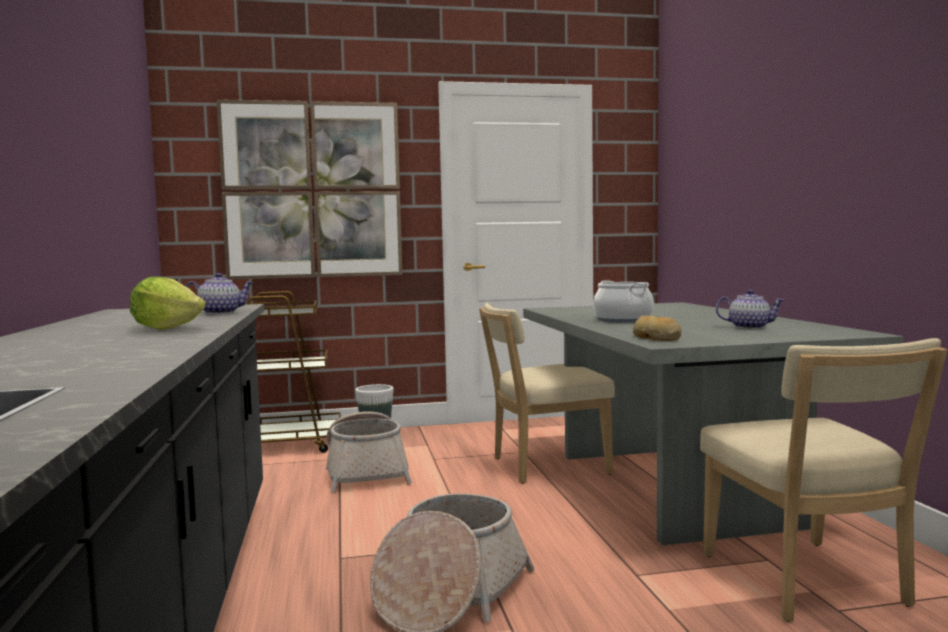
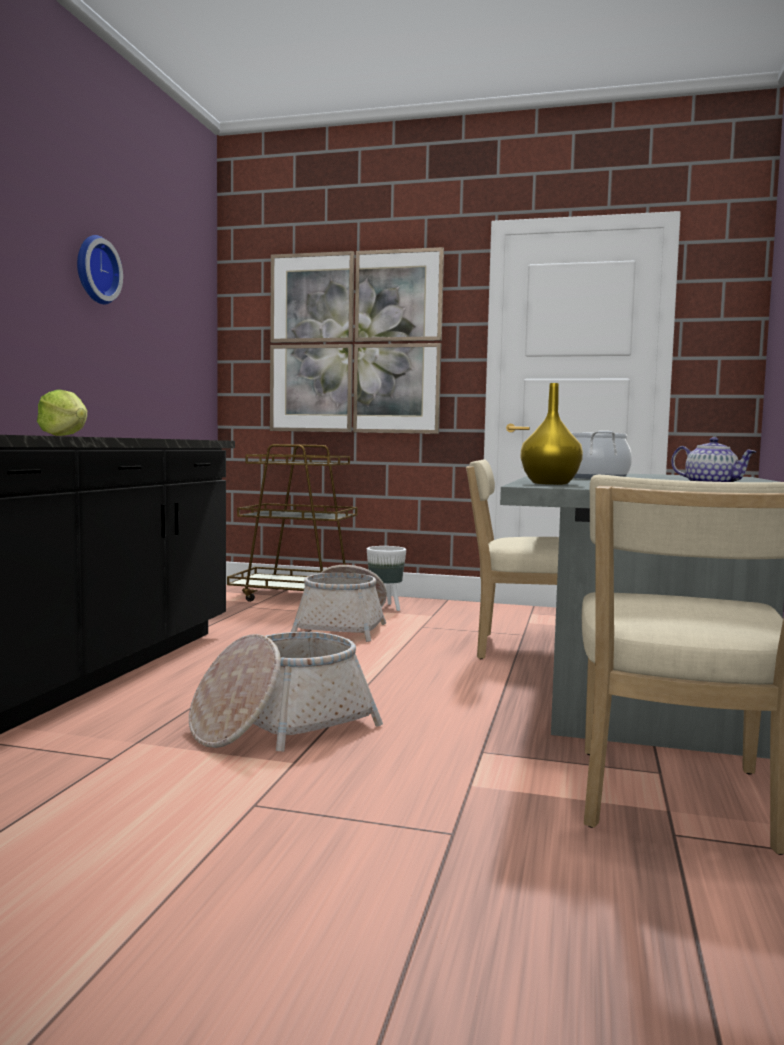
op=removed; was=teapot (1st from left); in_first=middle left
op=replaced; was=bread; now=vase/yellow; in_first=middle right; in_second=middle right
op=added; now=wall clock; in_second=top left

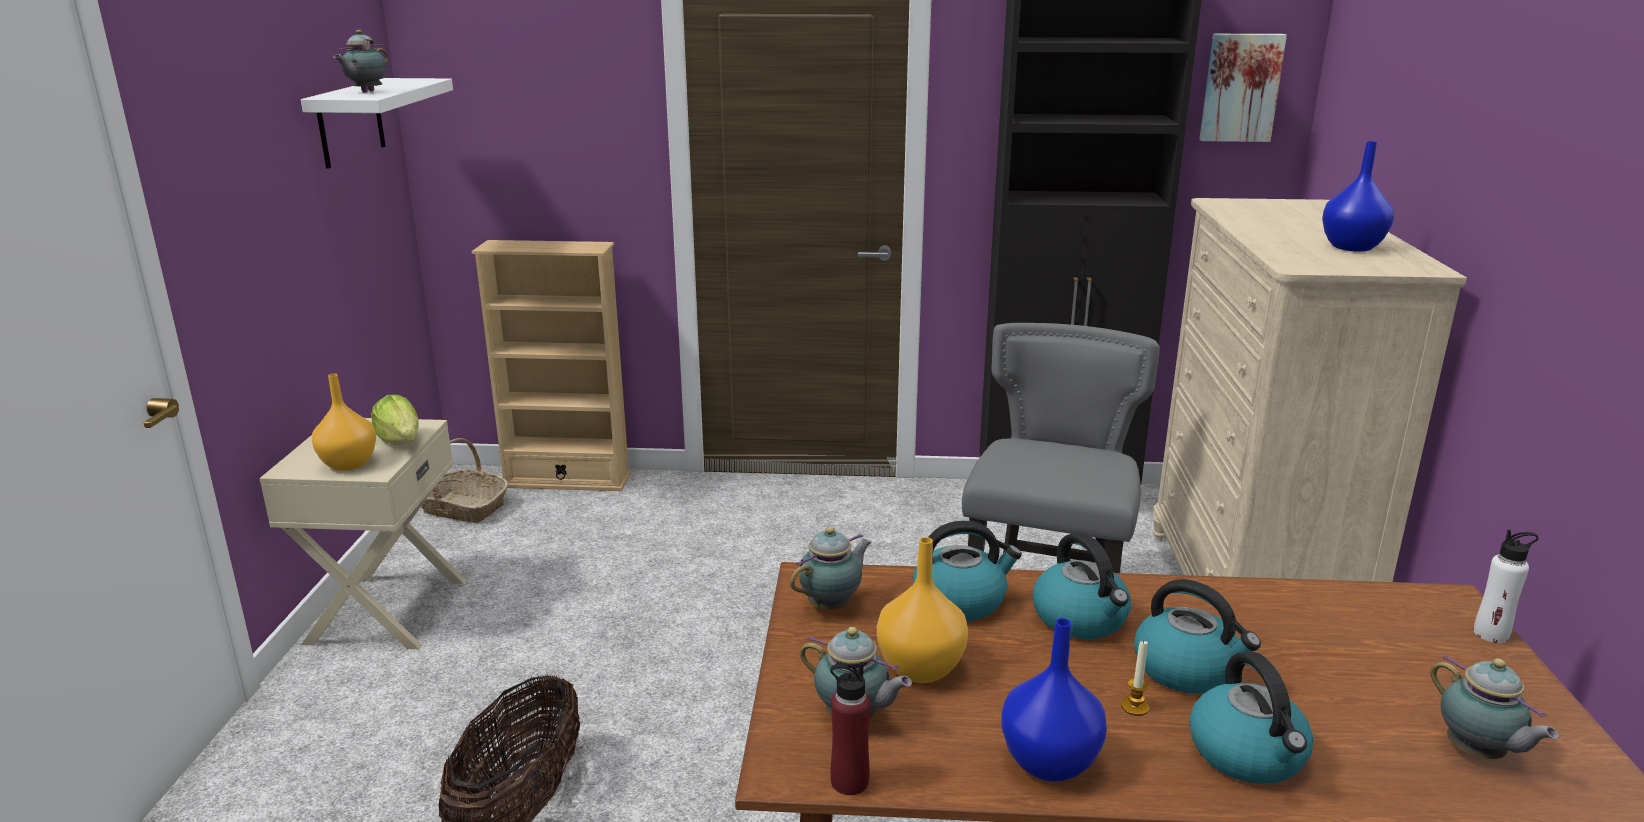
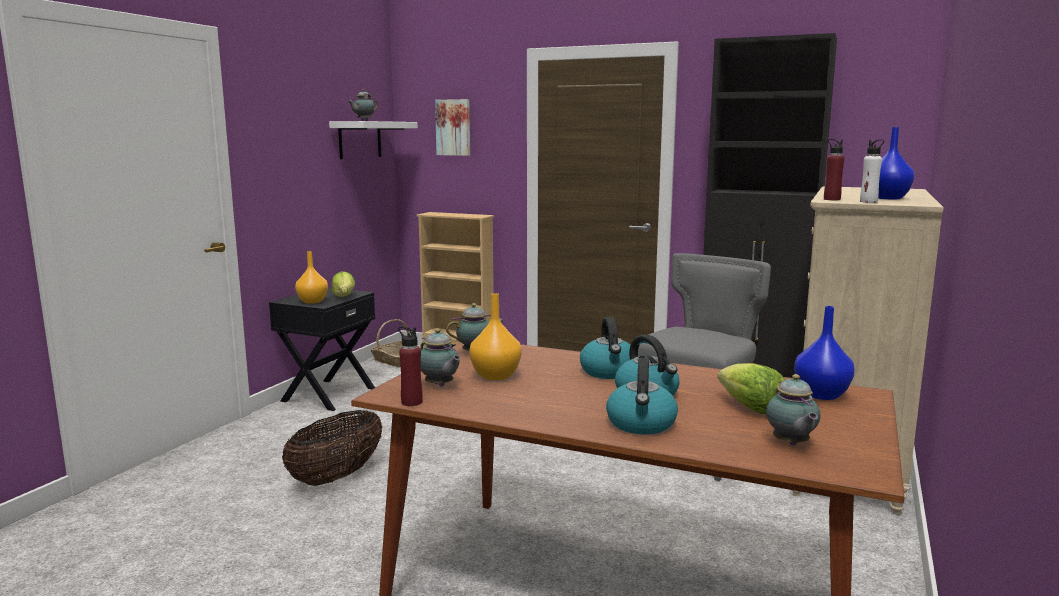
op=recoloured; was=nightstand/beige; now=nightstand/black; in_first=middle left; in_second=middle left
op=removed; was=kettle (1st from left); in_first=bottom centre
op=moved; was=vase/blue (1st from left); in_first=bottom centre; in_second=middle right
op=removed; was=candle; in_first=bottom right
op=moved; was=picture; in_first=top right; in_second=top centre
op=moved; was=bottle/white; in_first=bottom right; in_second=top right
op=added; now=lettuce (2nd from left); in_second=middle right
op=added; now=bottle/red (2nd from left); in_second=top right

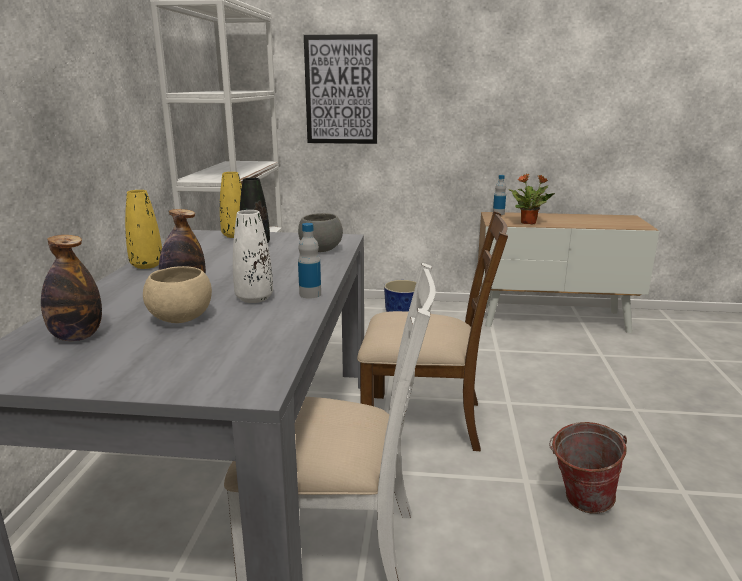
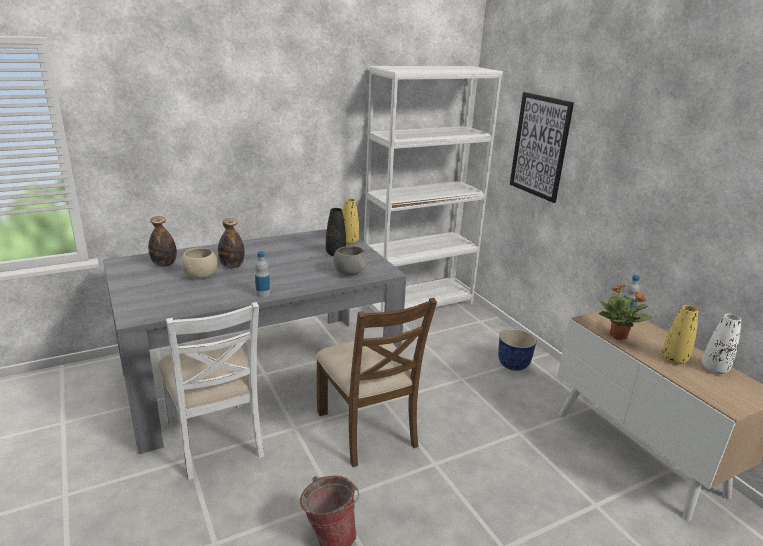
op=moved; was=vase/yellow (1st from left in the first image); now=vase/yellow (2nd from left); in_first=middle left; in_second=middle right
op=moved; was=vase/white; in_first=centre; in_second=middle right

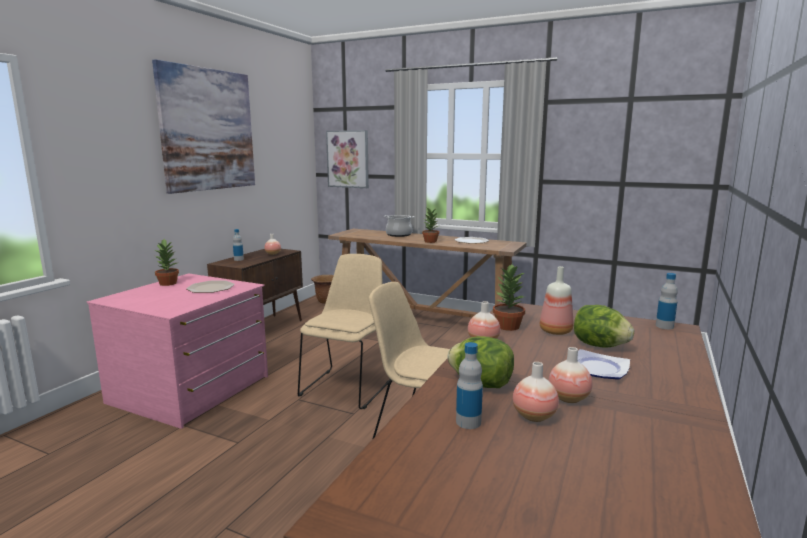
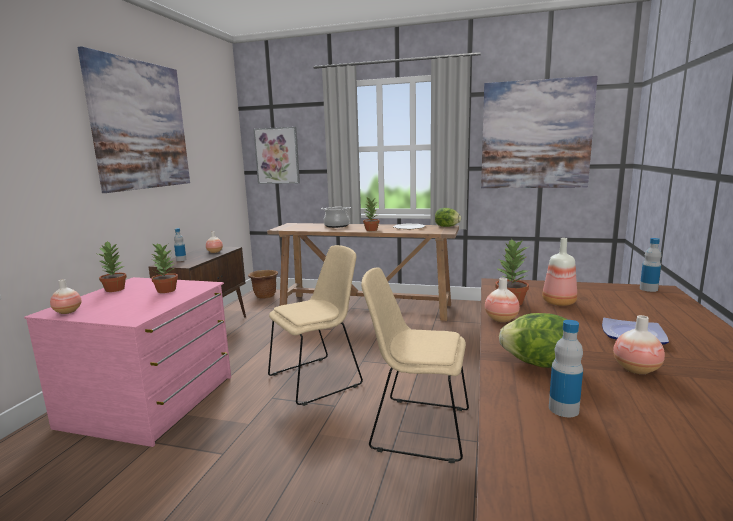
op=replaced; was=plate (1st from left); now=potted plant (2nd from left); in_first=middle left; in_second=middle left
op=turned; was=chair/beige (1st from left); in_first=centre; in_second=centre; clockwise=45
op=moved; was=vase (3rd from left in the first image); now=vase (1st from left); in_first=bottom centre; in_second=middle left
op=moved; was=lettuce (2nd from left in the first image); now=lettuce (1st from left); in_first=middle right; in_second=centre
op=added; now=picture (3rd from left); in_second=top right

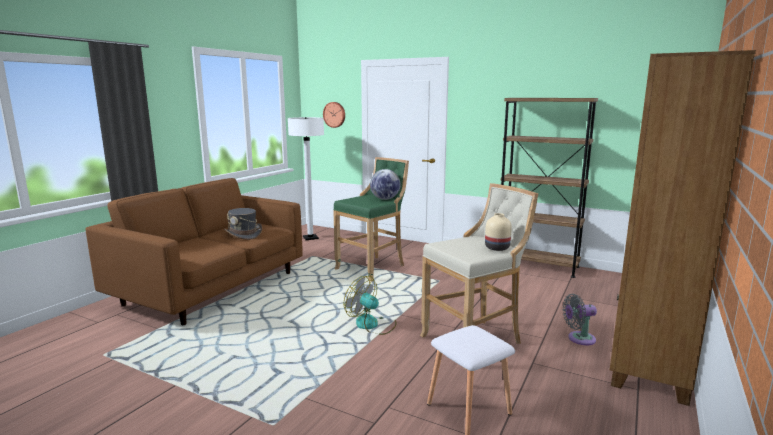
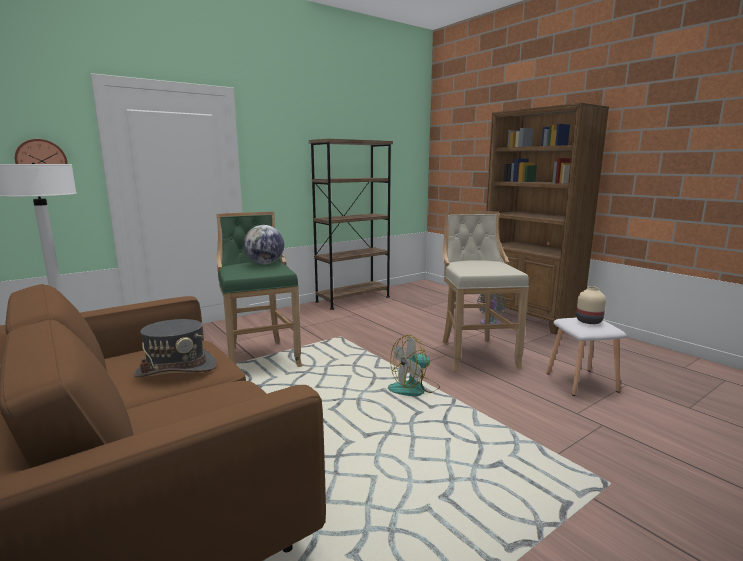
op=moved; was=vase/beige; in_first=centre; in_second=middle right

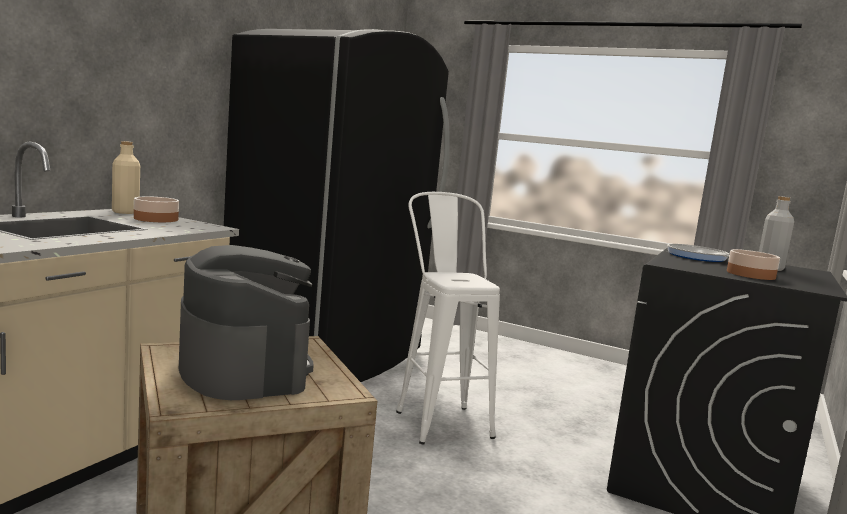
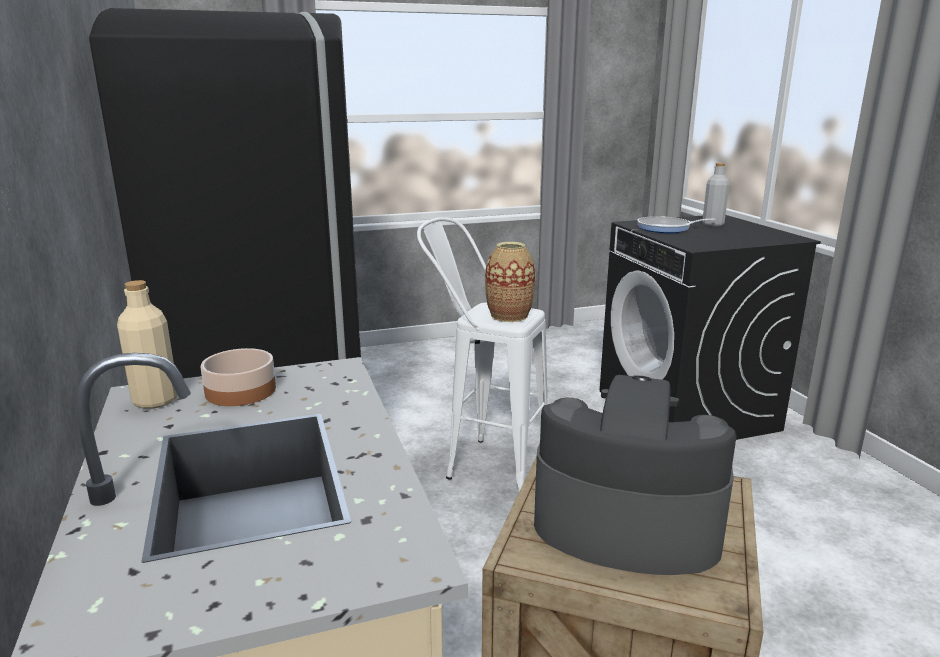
op=removed; was=bowl (2nd from left); in_first=middle right
op=added; now=vase; in_second=centre

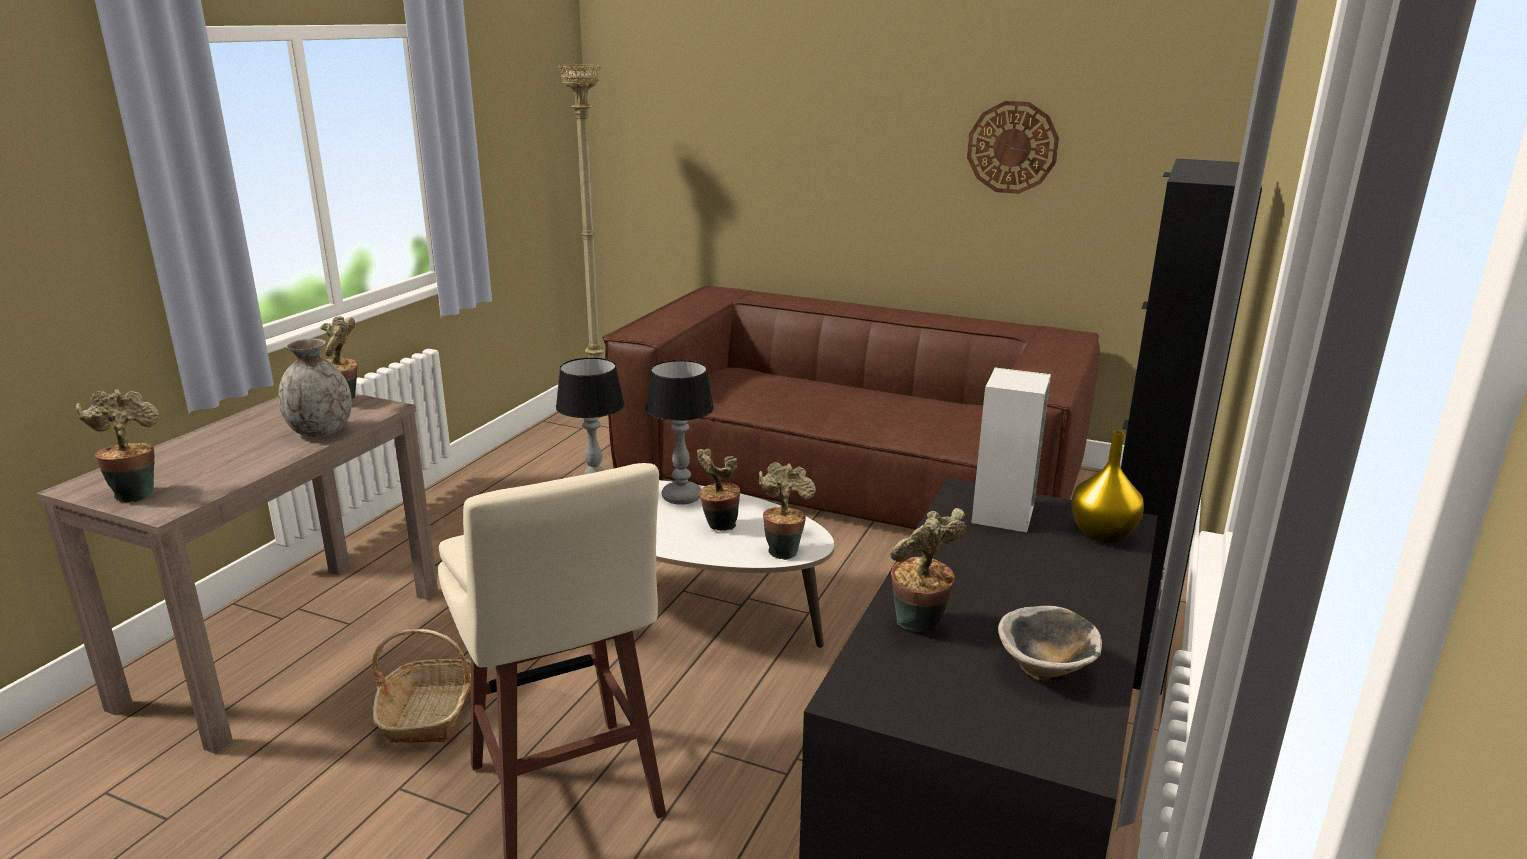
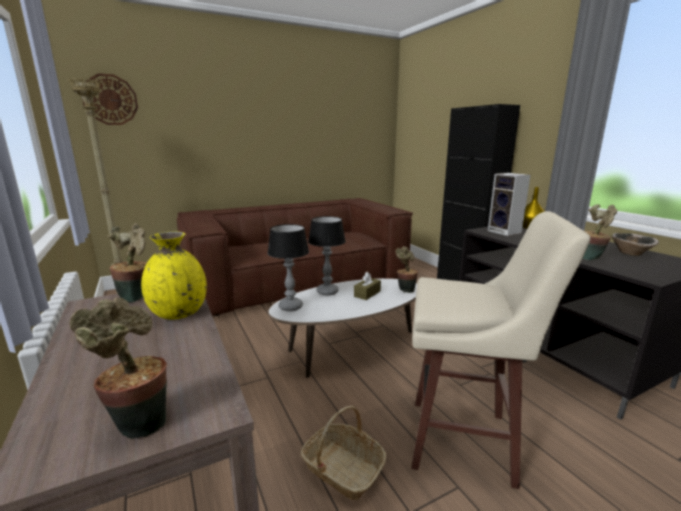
op=recoloured; was=vase/grey; now=vase/yellow (1st from left); in_first=middle left; in_second=middle left
op=replaced; was=potted plant (3rd from left); now=tissue box/brown; in_first=centre; in_second=centre
op=moved; was=wall clock; in_first=top centre; in_second=top left

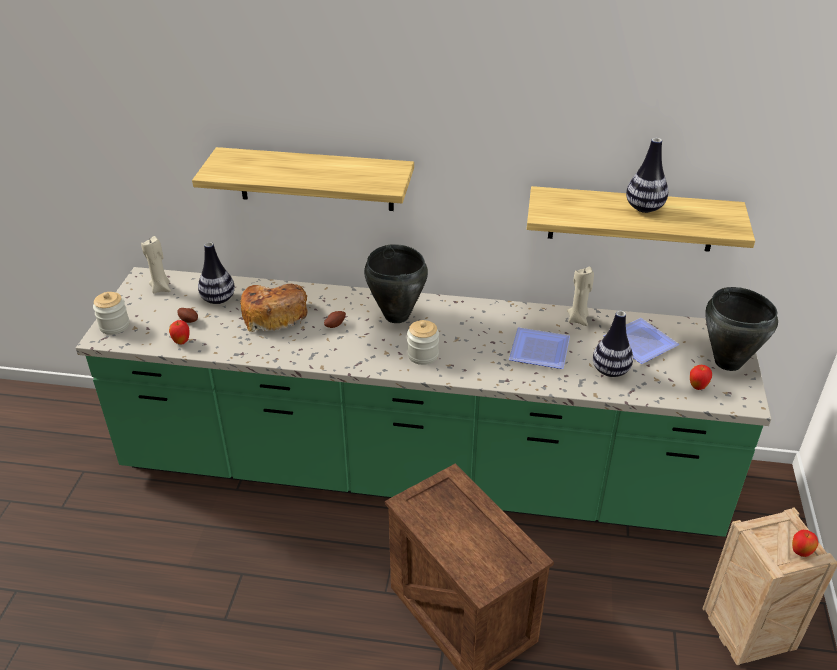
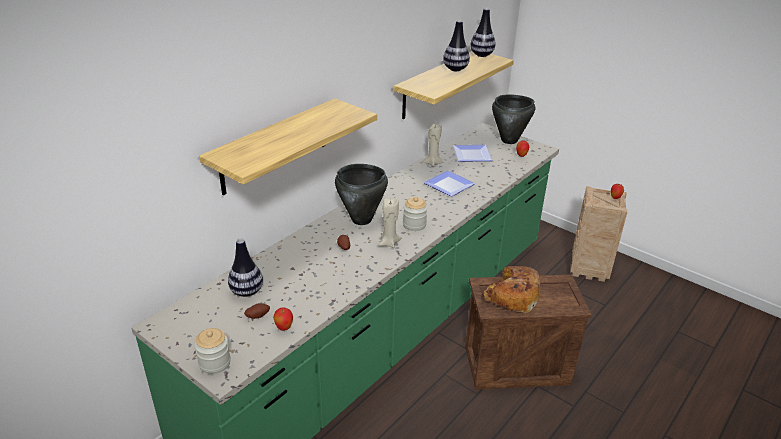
op=moved; was=candle/beige (1st from left); in_first=middle left; in_second=centre
op=moved; was=bread; in_first=middle left; in_second=centre
op=moved; was=vase (2nd from left in the first image); now=vase (3rd from left); in_first=middle right; in_second=top centre

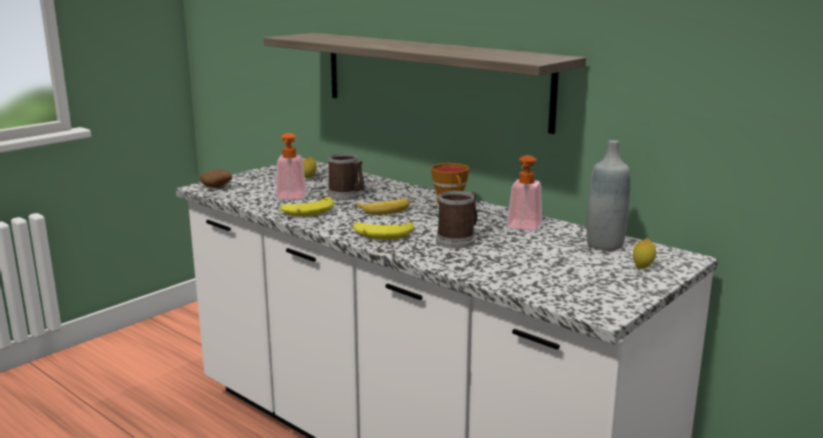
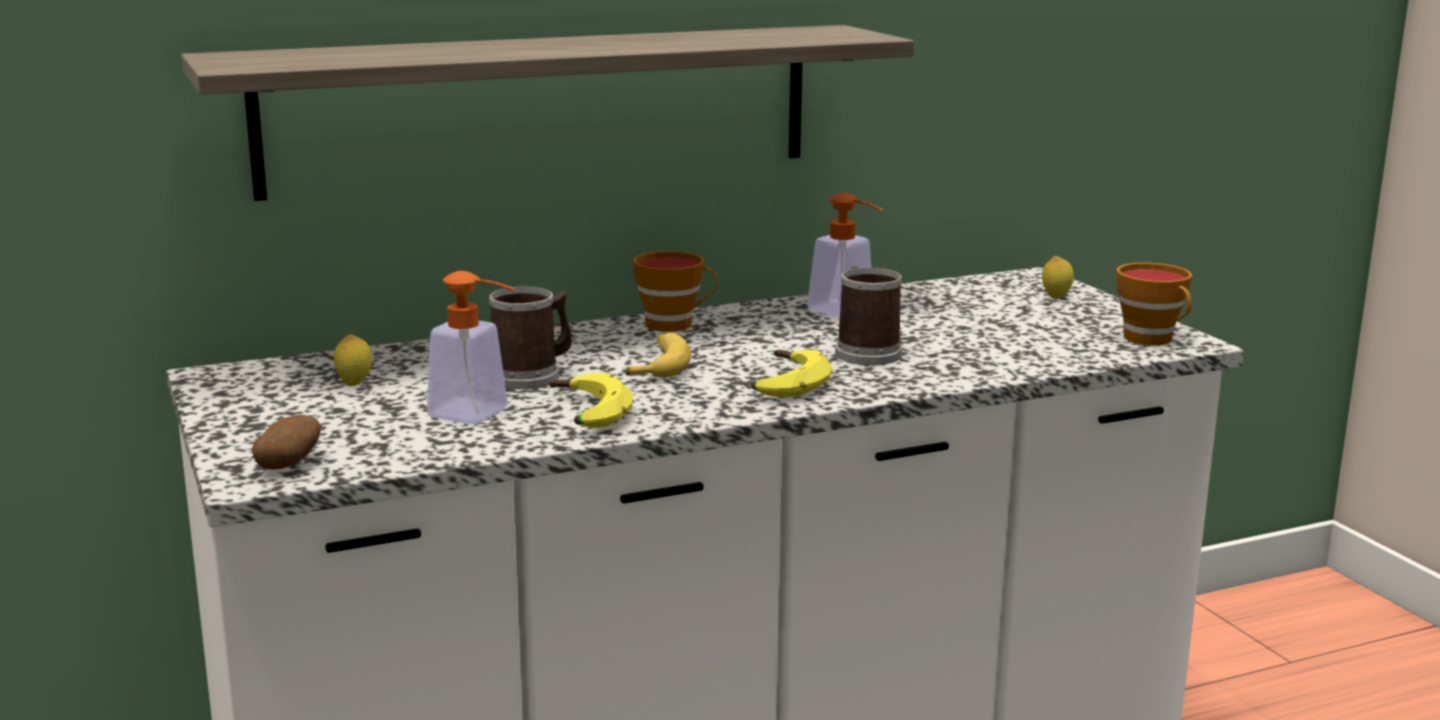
op=removed; was=bottle/grey; in_first=middle right
op=added; now=cup (2nd from left); in_second=middle right

